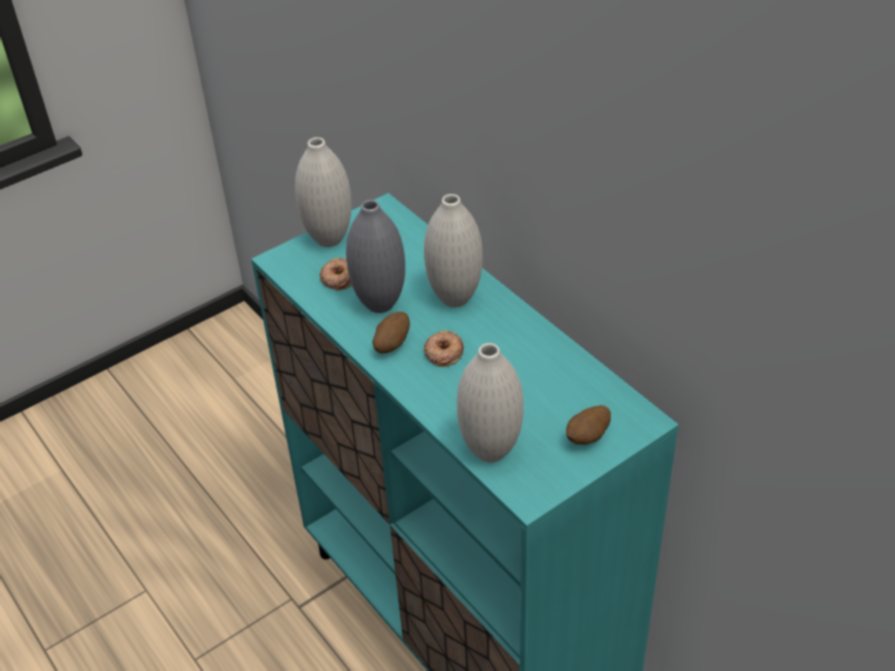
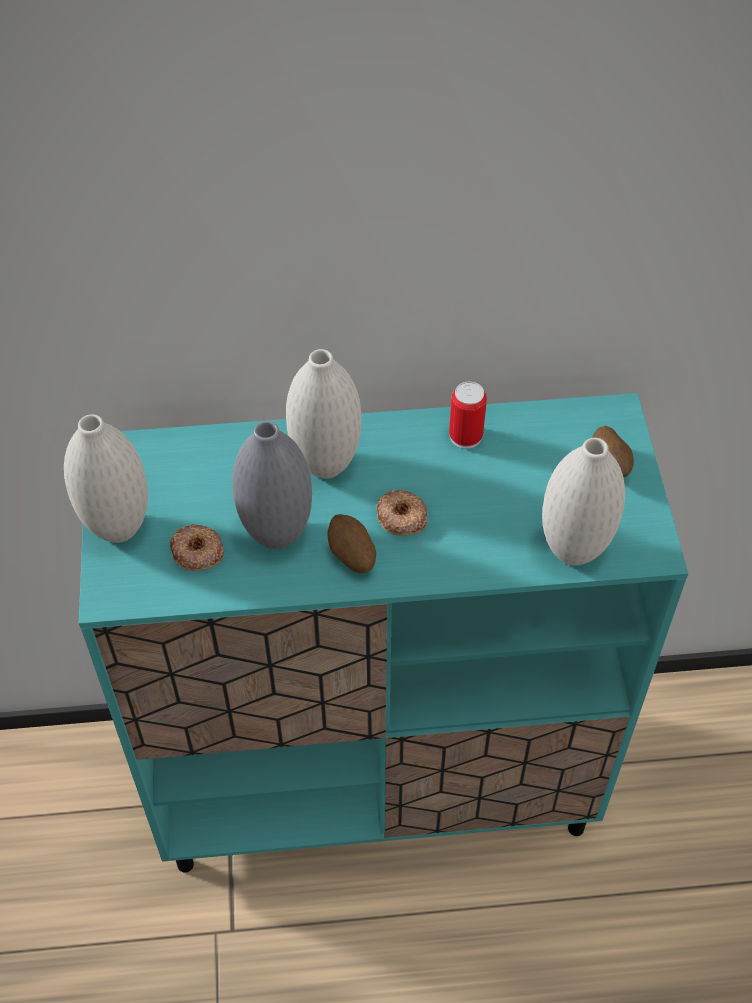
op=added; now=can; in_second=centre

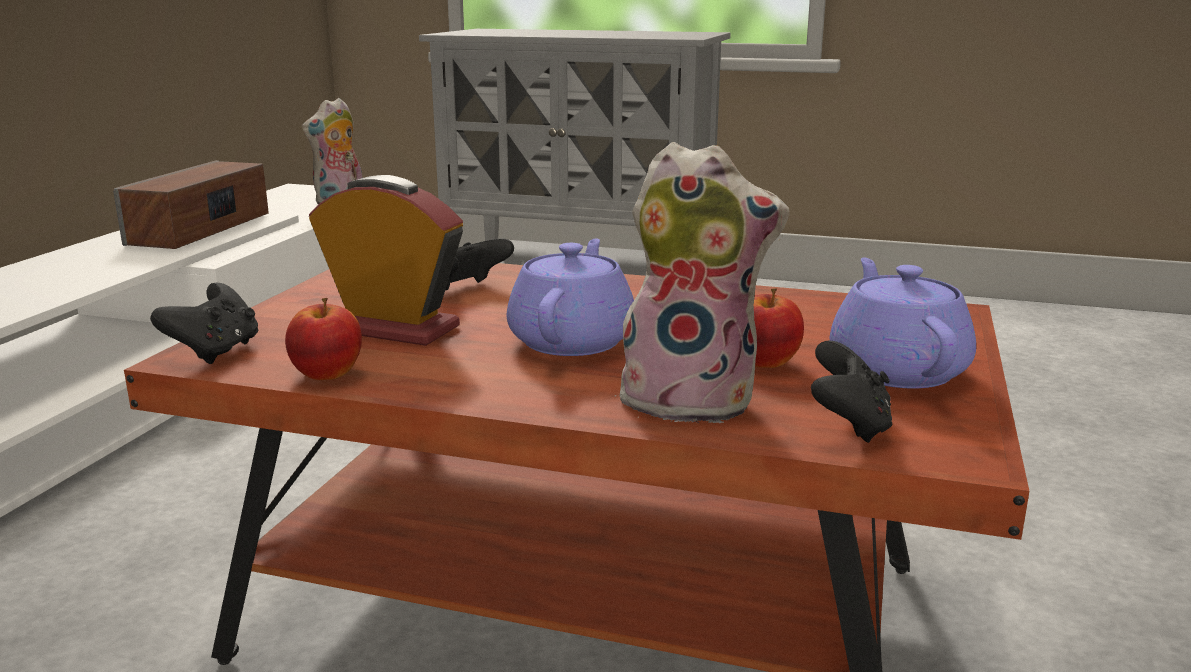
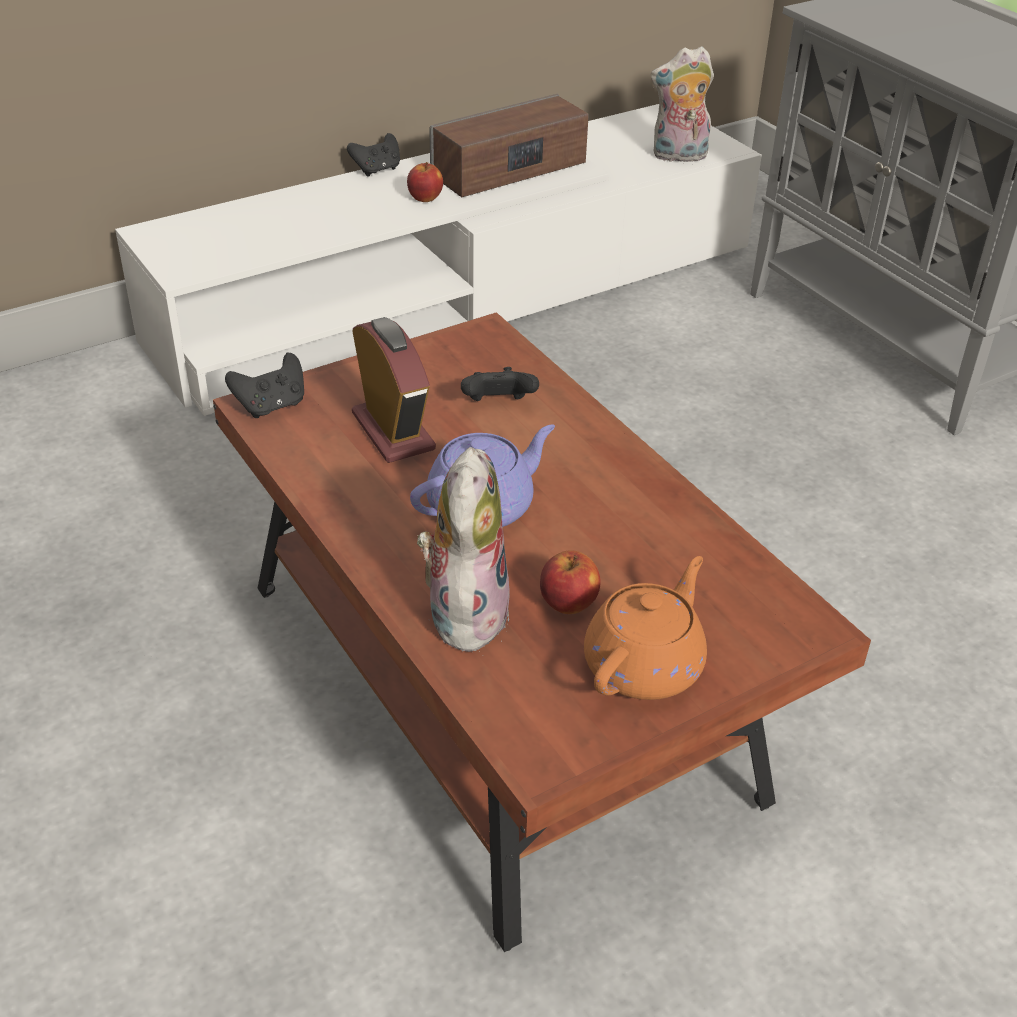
op=moved; was=apple (1st from left); in_first=middle left; in_second=top centre
op=turned; was=plush toy (2nd from left in the first image); in_first=centre; in_second=centre; clockwise=-135
op=moved; was=game controller/black (3rd from left in the first image); now=game controller/black (2nd from left); in_first=middle right; in_second=top centre
op=recoloured; was=teapot/purple (2nd from left); now=teapot/orange; in_first=middle right; in_second=centre

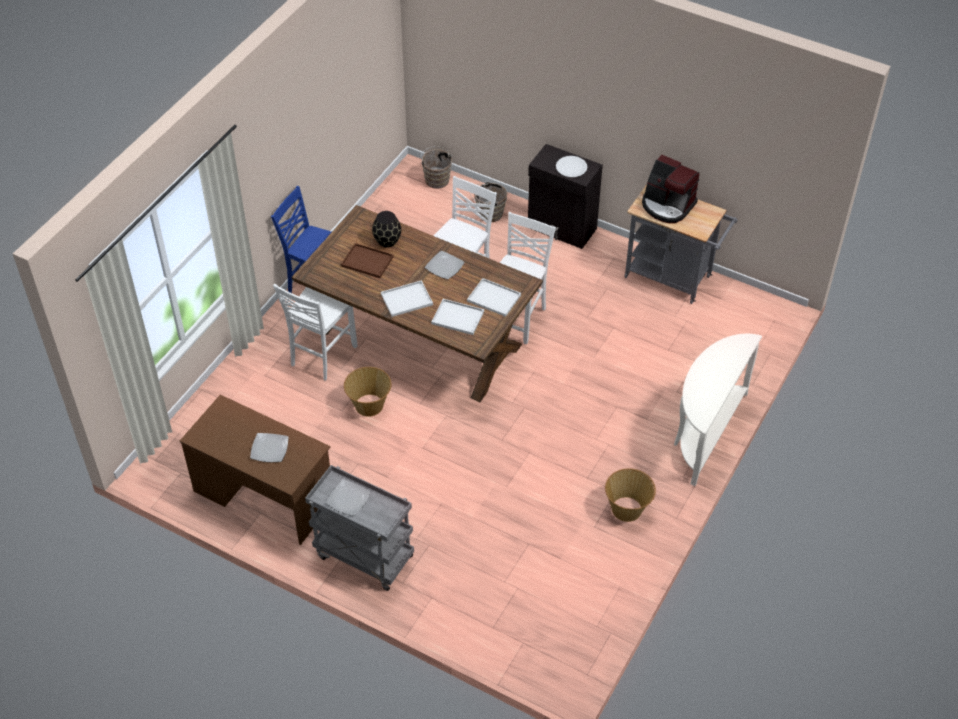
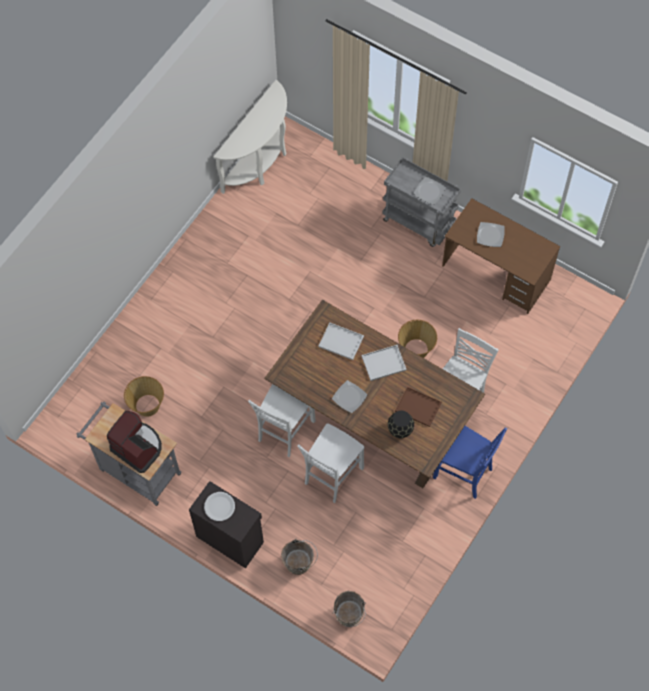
op=removed; was=tray/white (3rd from left); in_first=centre
op=moved; was=basket (2nd from left in the first image); now=basket (1st from left); in_first=bottom centre; in_second=middle left
op=moved; was=console table/white; in_first=middle right; in_second=top centre

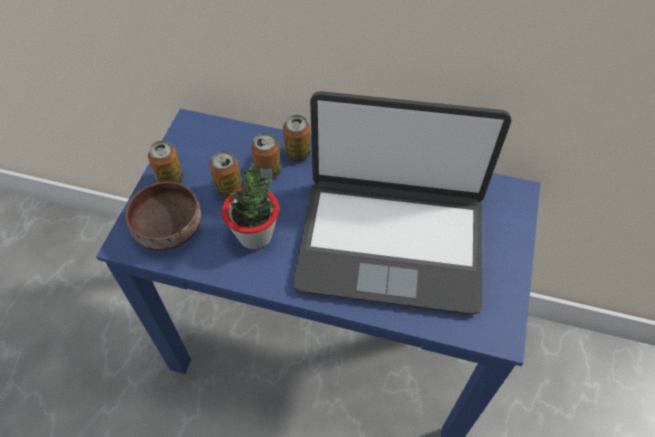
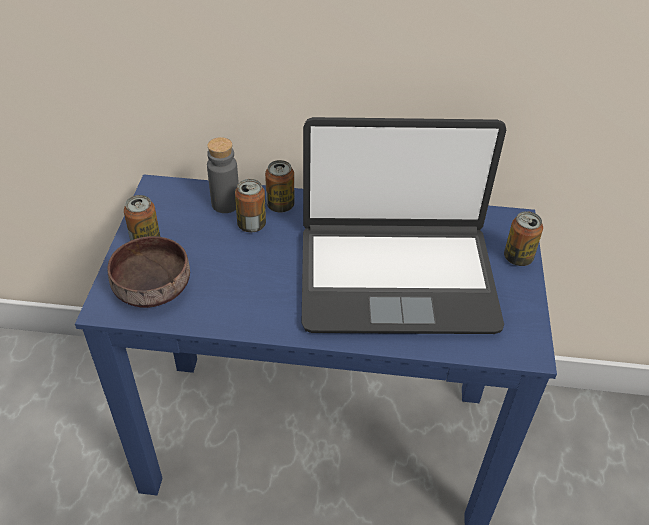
op=moved; was=can (2nd from left in the first image); now=can (4th from left); in_first=centre; in_second=middle right
op=removed; was=potted plant; in_first=centre
op=added; now=bottle/grey; in_second=centre

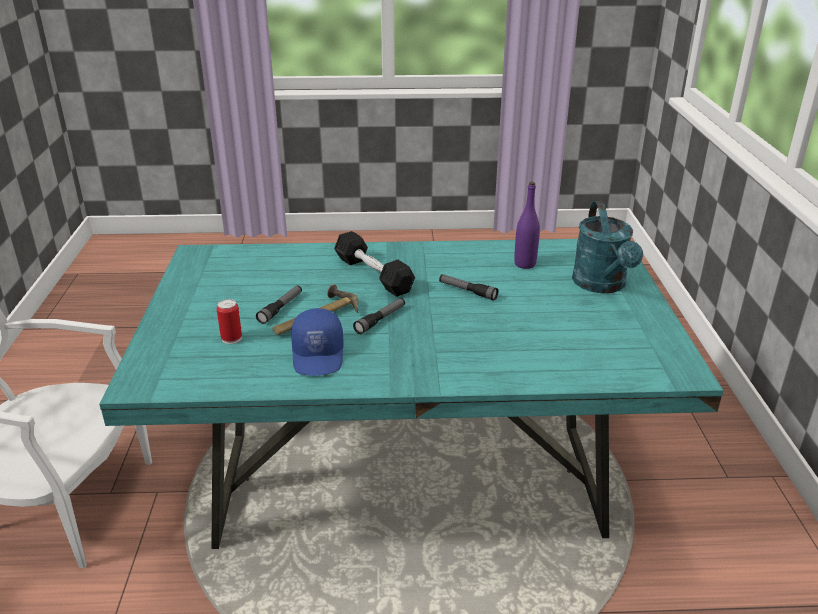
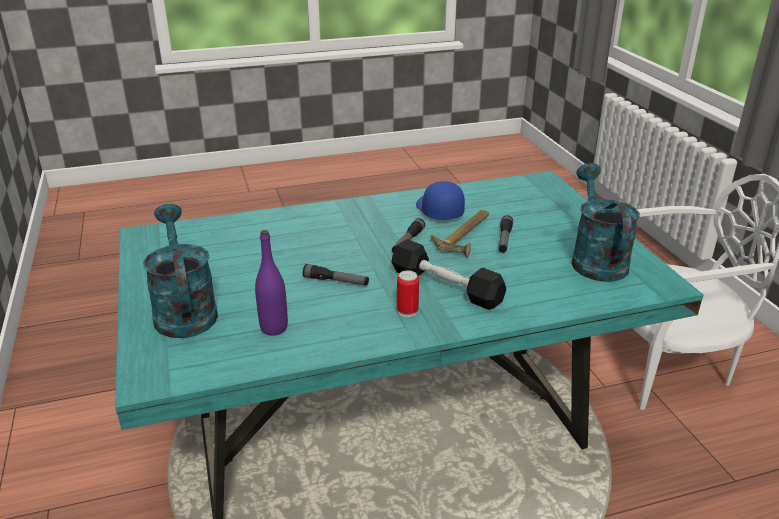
op=moved; was=can; in_first=middle left; in_second=centre
op=added; now=watering can/turquoise (2nd from left); in_second=middle right

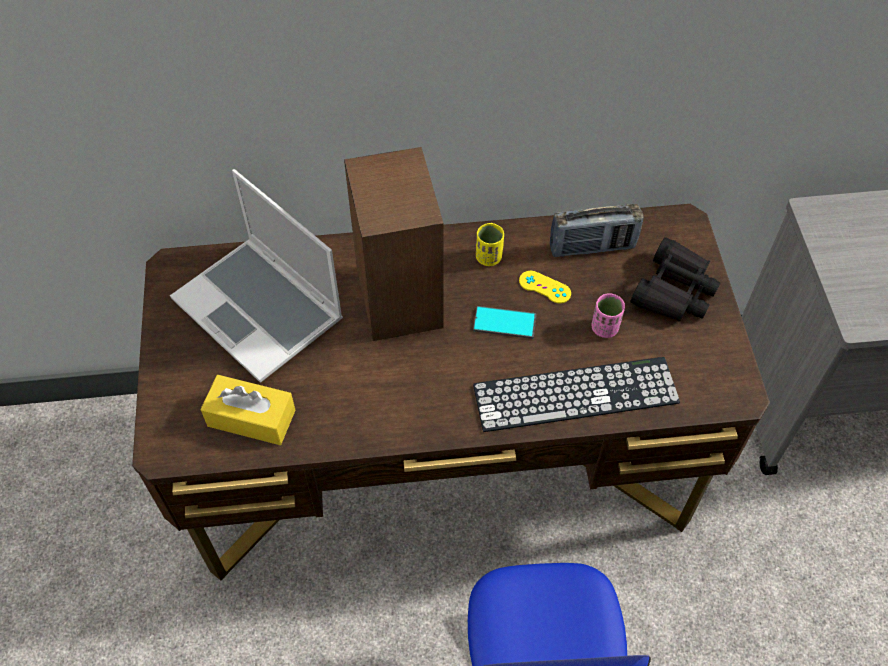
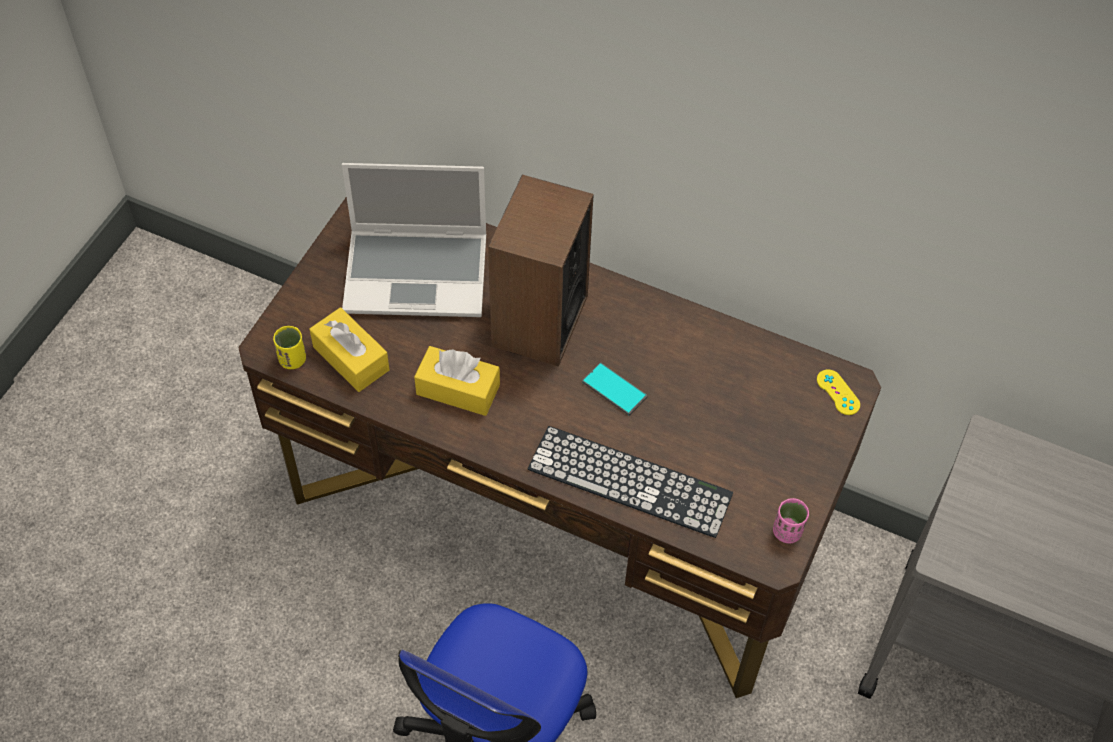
op=turned; was=laptop; in_first=middle left; in_second=top centre; clockwise=-75
op=moved; was=cup/yellow; in_first=centre; in_second=middle left
op=moved; was=game controller/yellow; in_first=centre; in_second=middle right
op=removed; was=radio; in_first=middle right
op=moved; was=cup/pink; in_first=middle right; in_second=bottom right
op=removed; was=binoculars/black; in_first=middle right
op=added; now=tissue box/yellow (2nd from left); in_second=centre

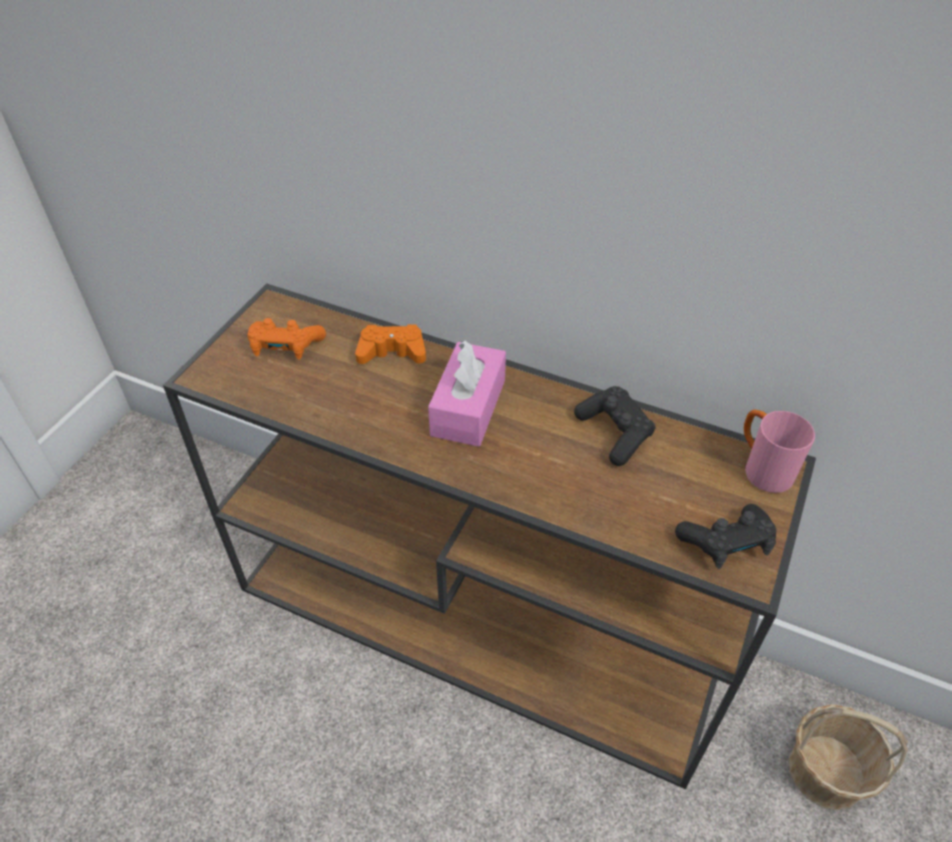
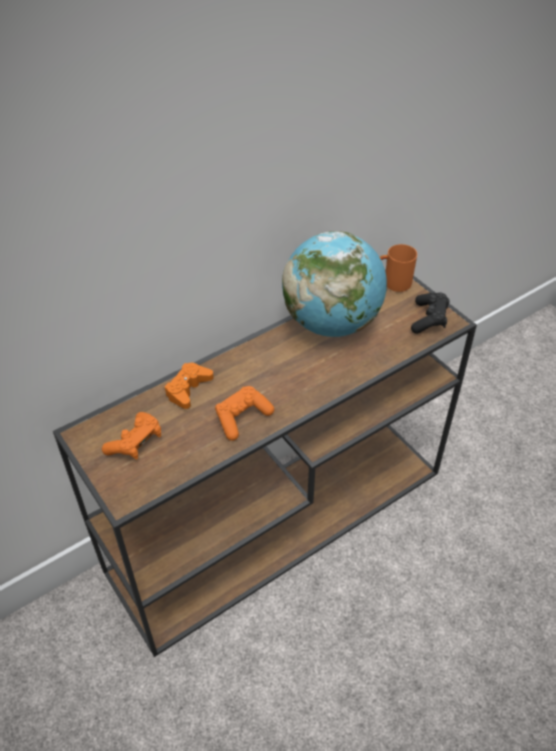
op=removed; was=tissue box/pink; in_first=centre
op=replaced; was=game controller/black (1st from left); now=globe; in_first=centre; in_second=centre
op=recoloured; was=mug/pink; now=mug/orange; in_first=middle right; in_second=middle right
op=removed; was=basket; in_first=bottom right
op=added; now=game controller/orange (3rd from left); in_second=centre

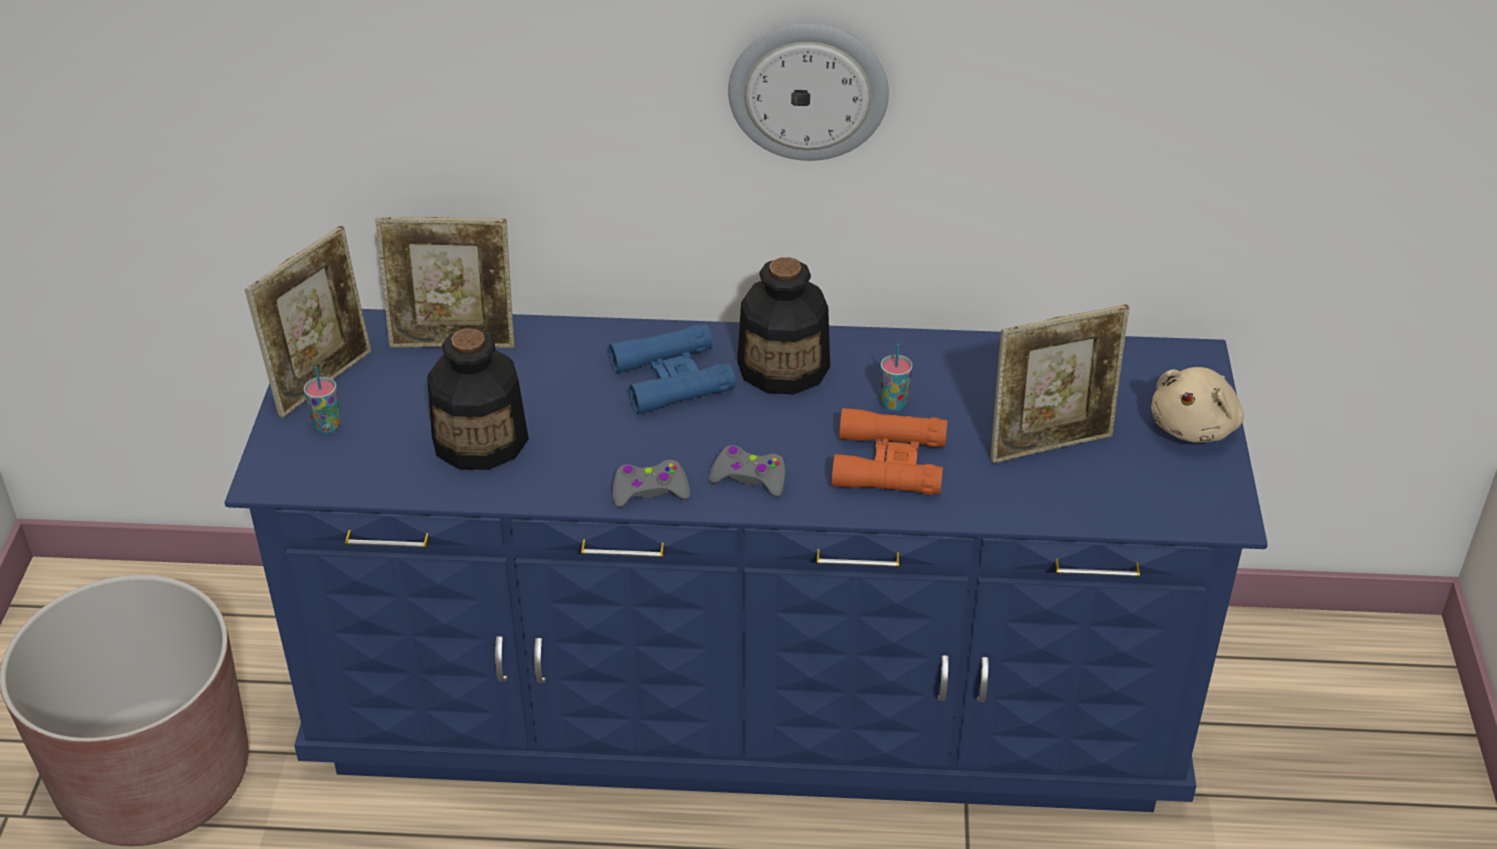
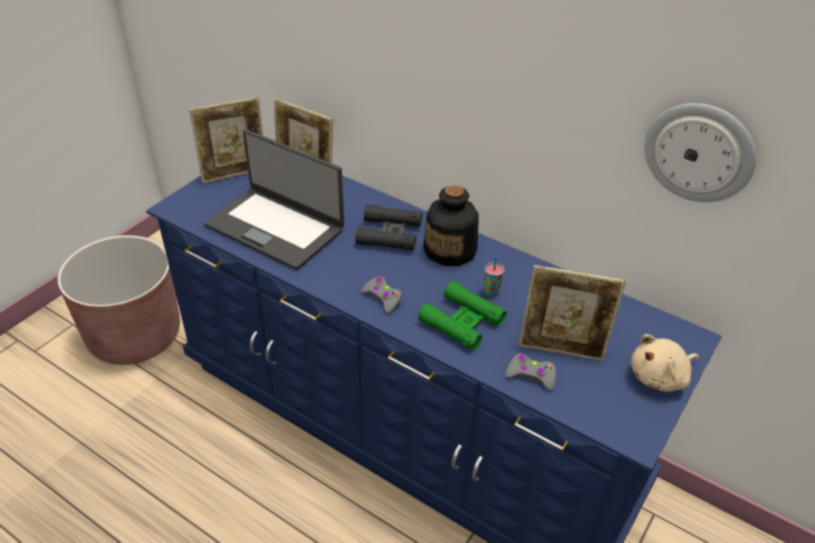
op=removed; was=cup (1st from left); in_first=middle left
op=replaced; was=bottle (1st from left); now=laptop; in_first=middle left; in_second=centre
op=recoloured; was=binoculars/blue; now=binoculars/black; in_first=centre; in_second=centre
op=moved; was=game controller/grey (1st from left in the first image); now=game controller/grey (2nd from left); in_first=centre; in_second=bottom centre
op=moved; was=wall clock; in_first=top centre; in_second=top right
op=recoloured; was=binoculars/orange; now=binoculars/green; in_first=centre; in_second=centre

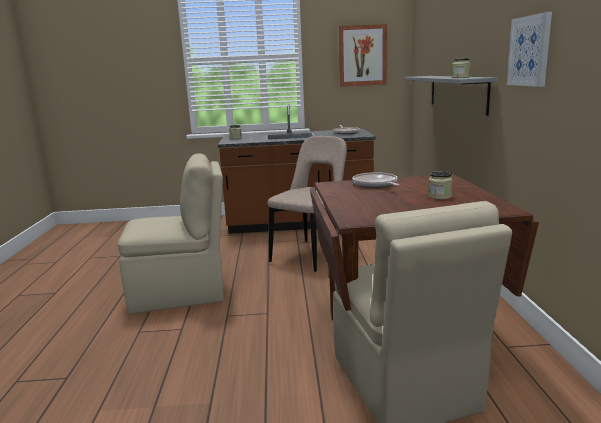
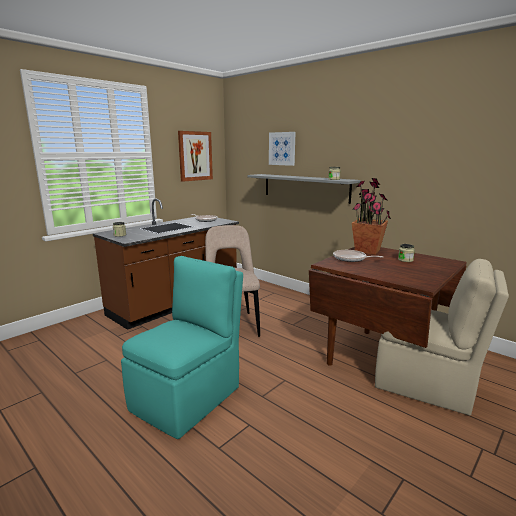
op=recoloured; was=chair/beige (1st from left); now=chair/turquoise; in_first=middle left; in_second=bottom centre
op=moved; was=picture (2nd from left); in_first=top right; in_second=top centre
op=added; now=potted plant; in_second=middle right

